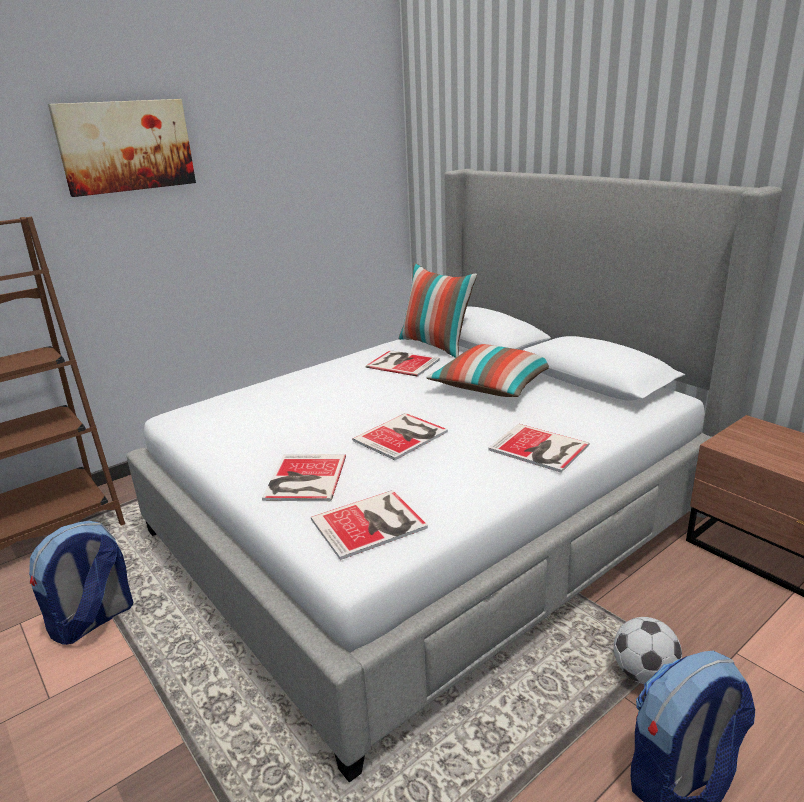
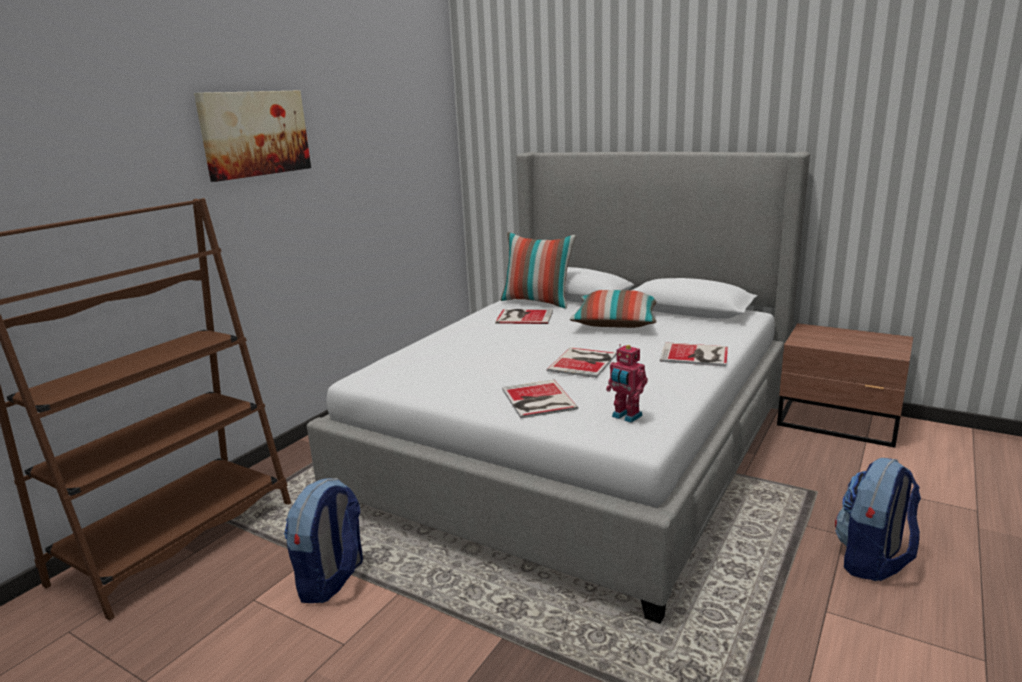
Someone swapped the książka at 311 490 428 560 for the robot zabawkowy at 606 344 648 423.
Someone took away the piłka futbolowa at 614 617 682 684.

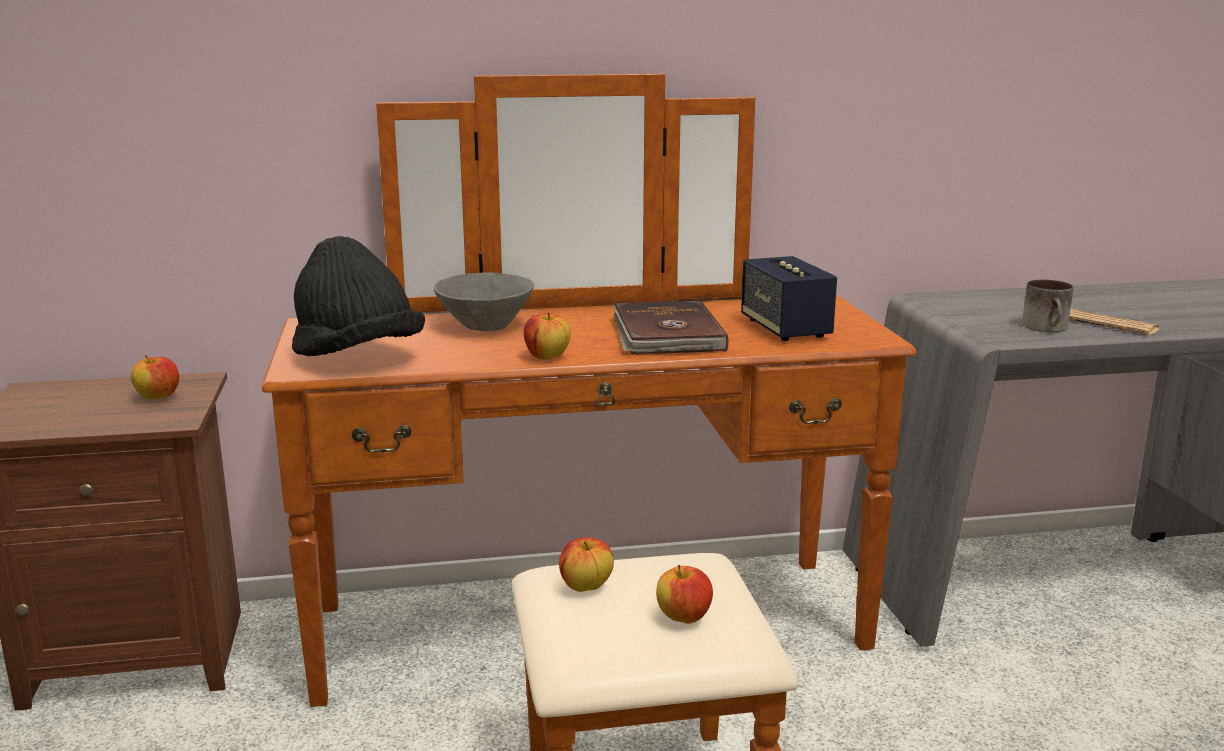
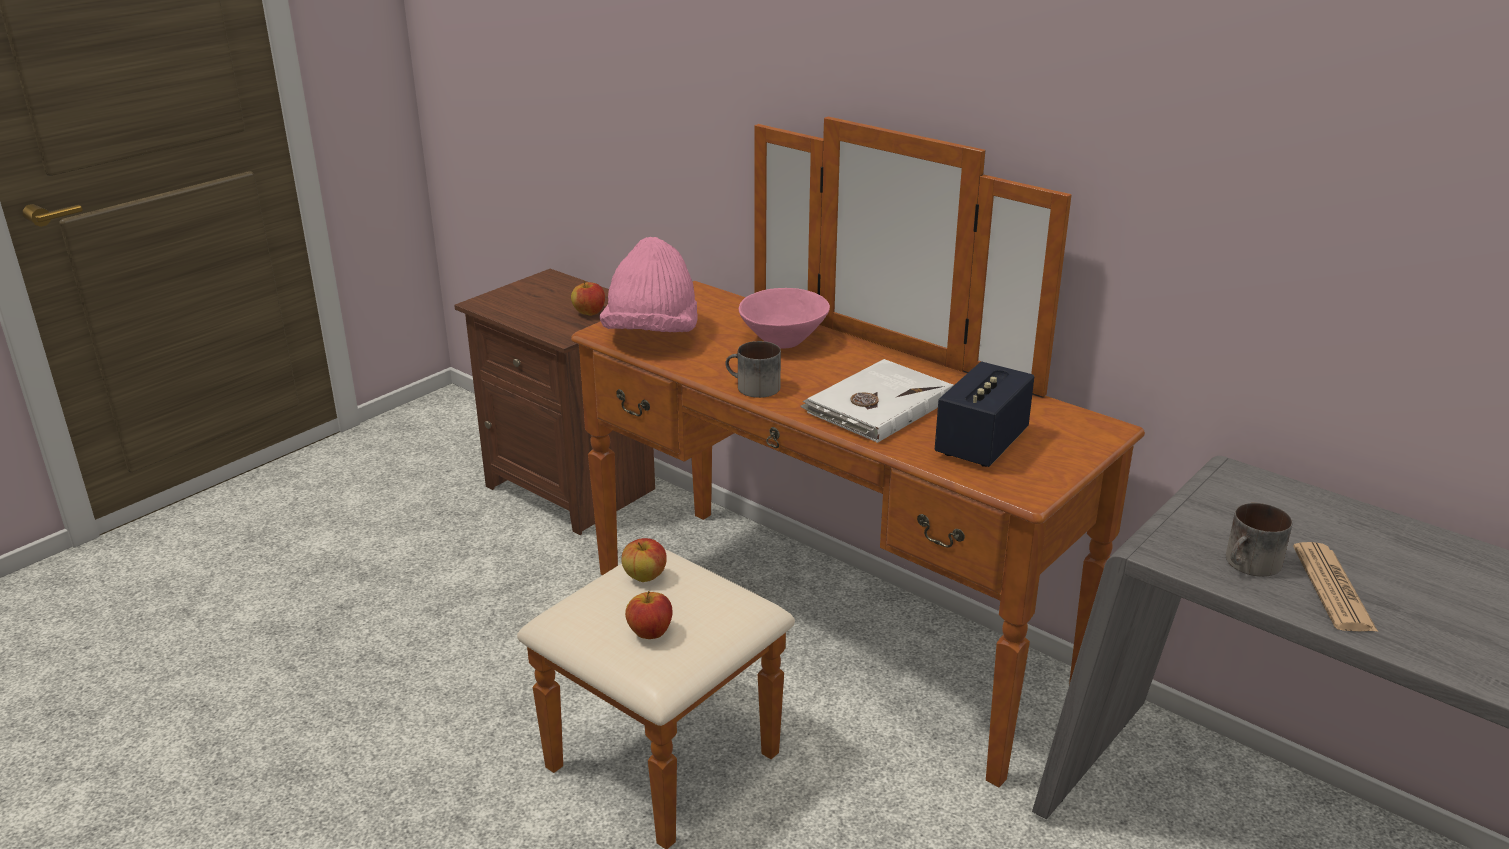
Someone repainted the kapelusz/czarny at 292 236 425 356, which became the kapelusz/różowy at 599 237 698 332.
Someone swapped the jabłko at 524 312 571 360 for the kubek at 725 341 781 398.
Someone repainted the miska/szary at 434 273 534 331, which became the miska/różowy at 739 288 830 348.
Someone repainted the książka/brązowy at 613 300 729 355, which became the książka/biały at 800 359 954 443.

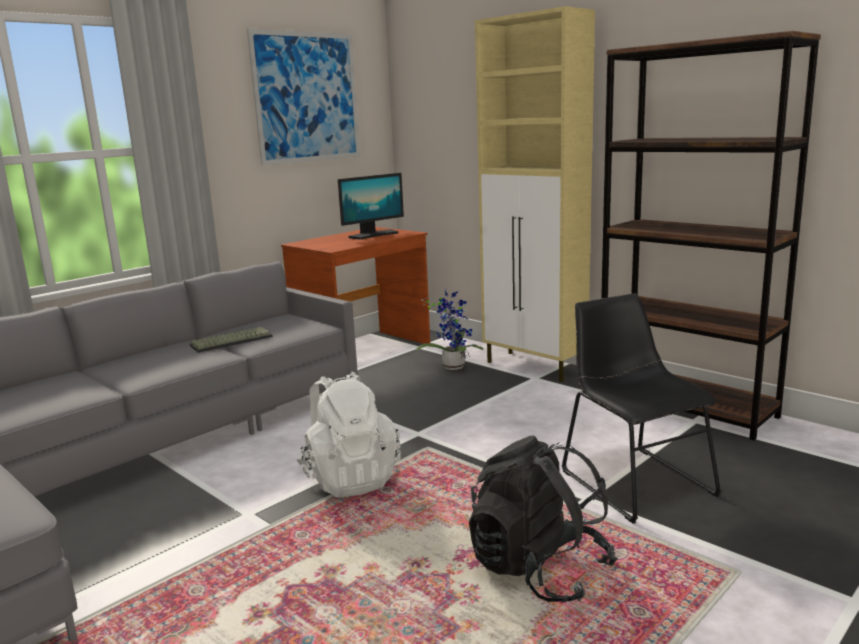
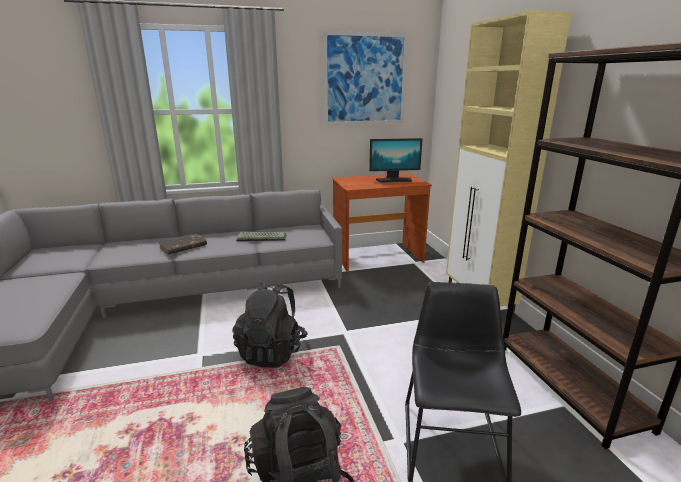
Someone put down the książka/brązowy at 159 233 207 255.
Someone repainted the plecak/biały at 296 372 401 497, which became the plecak/czarny at 232 282 308 368.
Someone took away the roślina doniczkowa at 416 289 483 370.

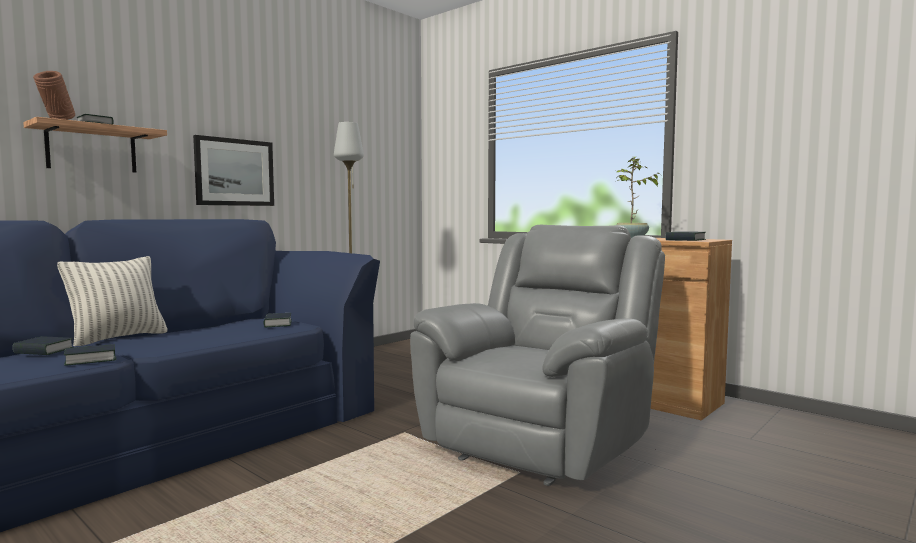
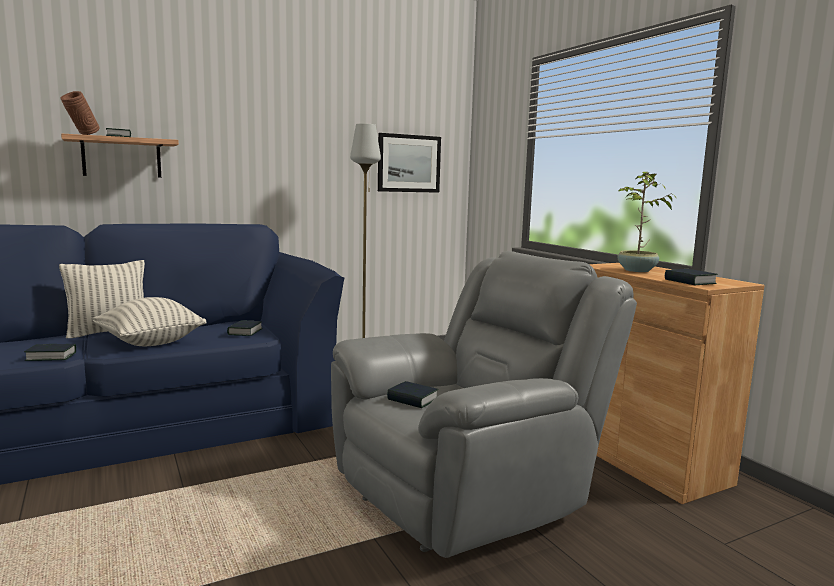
Someone put down the poduszka at 92 297 207 346.
Someone carried the obraz from 193 135 274 206 to 378 133 441 193.
Someone carried the książka from 13 336 74 355 to 387 381 438 408.

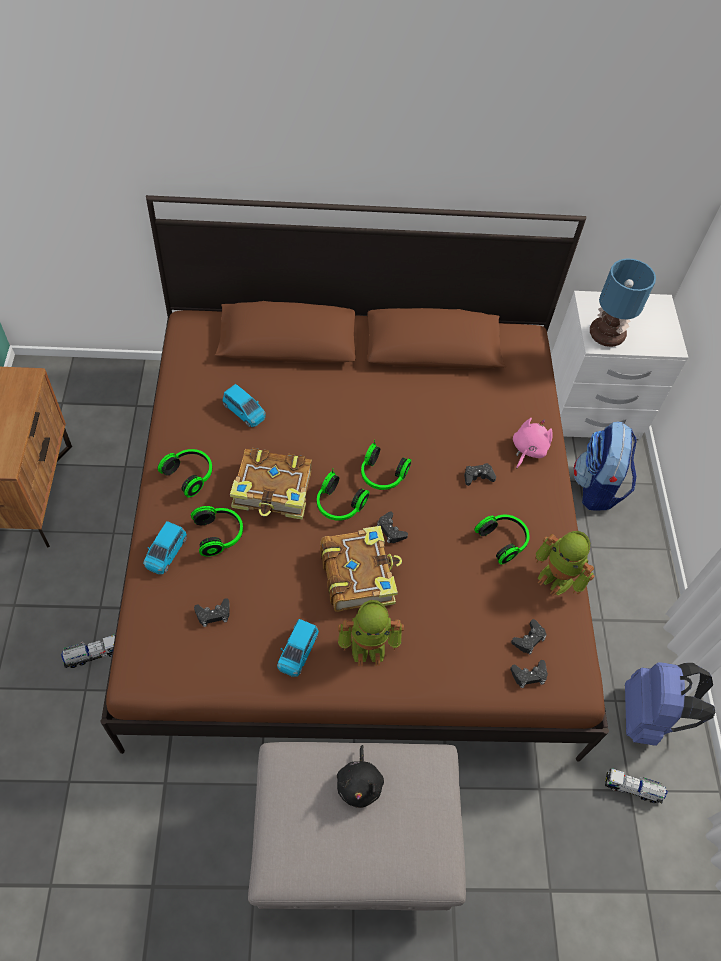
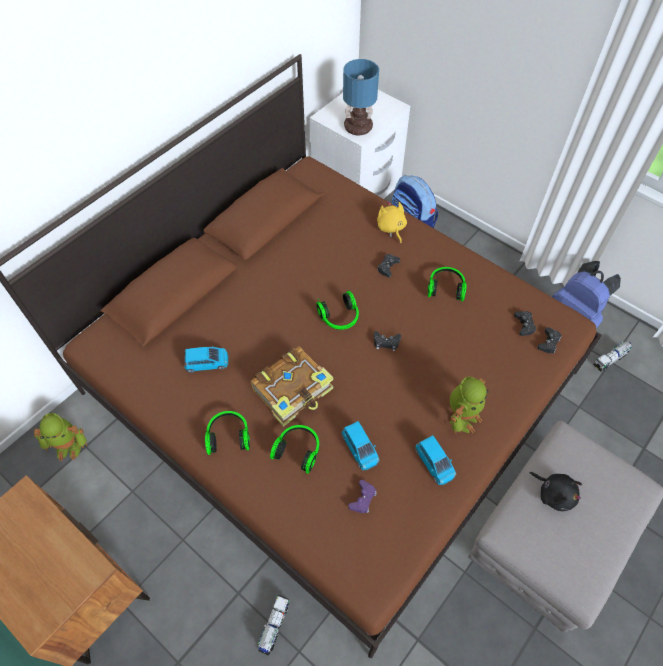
Someone carried the robot zabawkowy from 535 531 595 596 to 34 413 87 461.
Someone carried the samochodzik/niebieski from 143 521 187 574 to 342 421 380 470.
Someone repainted the pad do gier/czarny at 194 598 229 627, which became the pad do gier/fioletowy at 348 480 377 513.
Someone repainted the pluszak/różowy at 513 418 552 469, which became the pluszak/żółty at 377 201 407 244.
Someone took away the słuchawki at 317 469 370 521.
Someone took away the książka at 320 526 402 612.

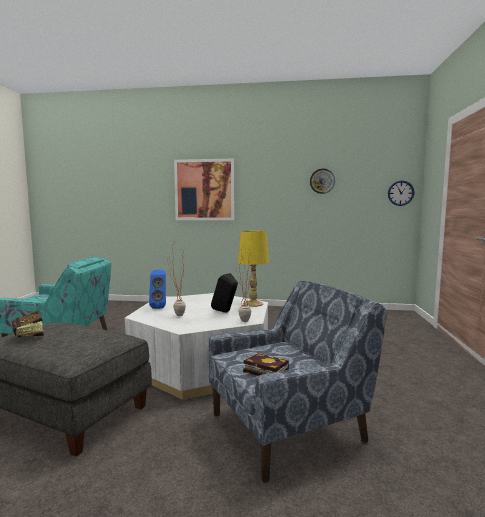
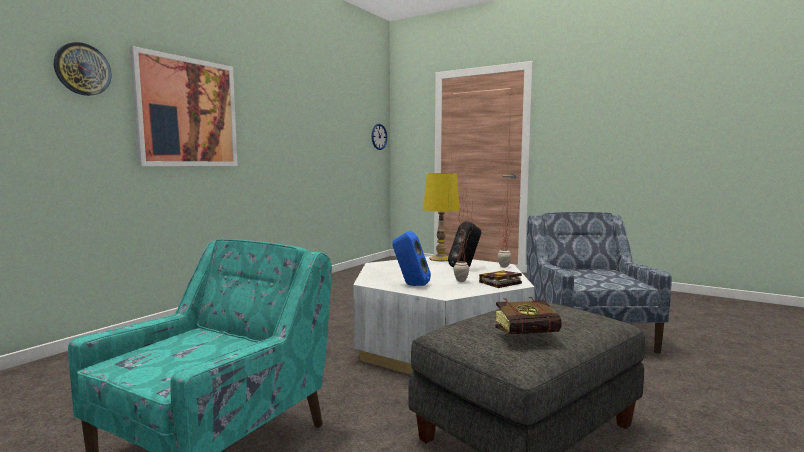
Someone carried the zegar ścienny from 310 169 335 194 to 54 42 112 96.
Someone carried the książka from 243 353 289 376 to 479 270 522 288.

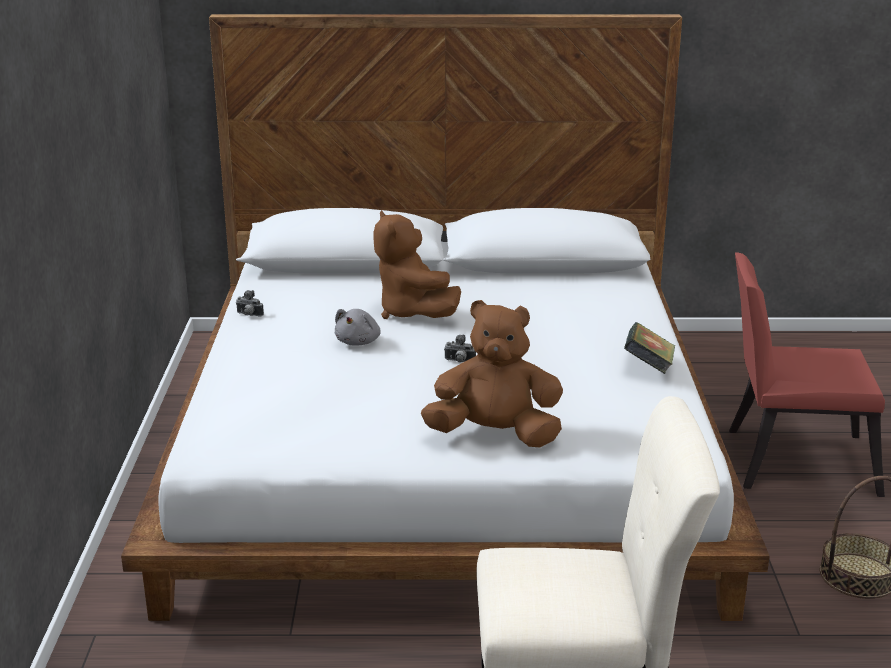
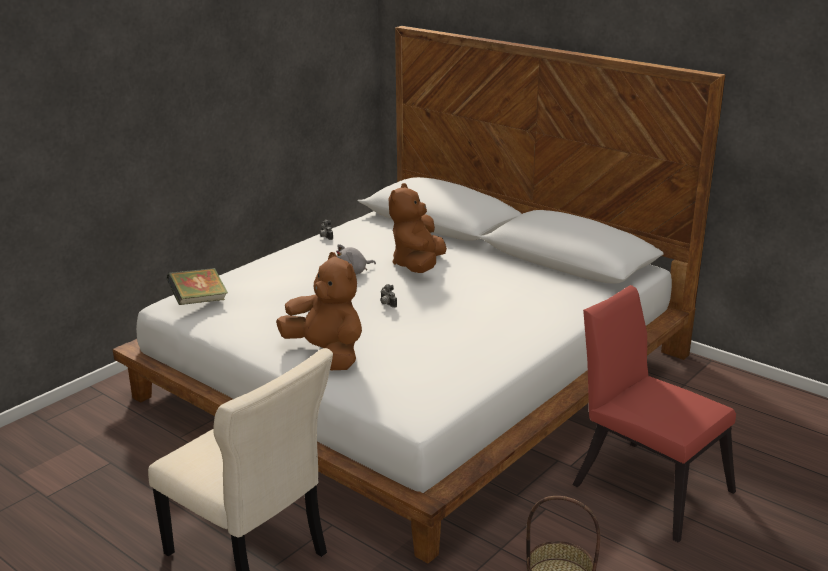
Someone carried the książka from 624 322 675 374 to 166 268 228 305.

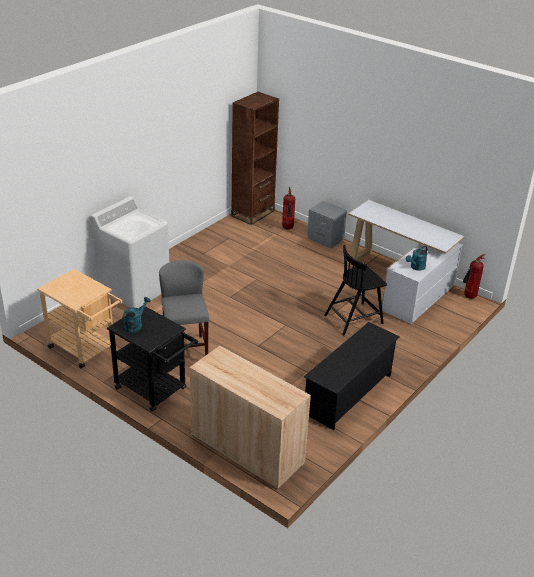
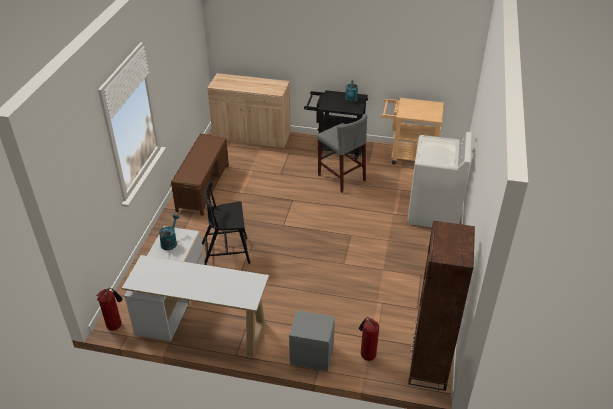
Someone swapped the regał na buty/czarny at 304 322 400 430 for the ławka/brązowy at 170 134 229 216.
Someone rotated the krzesło/czarny at 324 245 387 336 by 135 degrees counterclockwise.

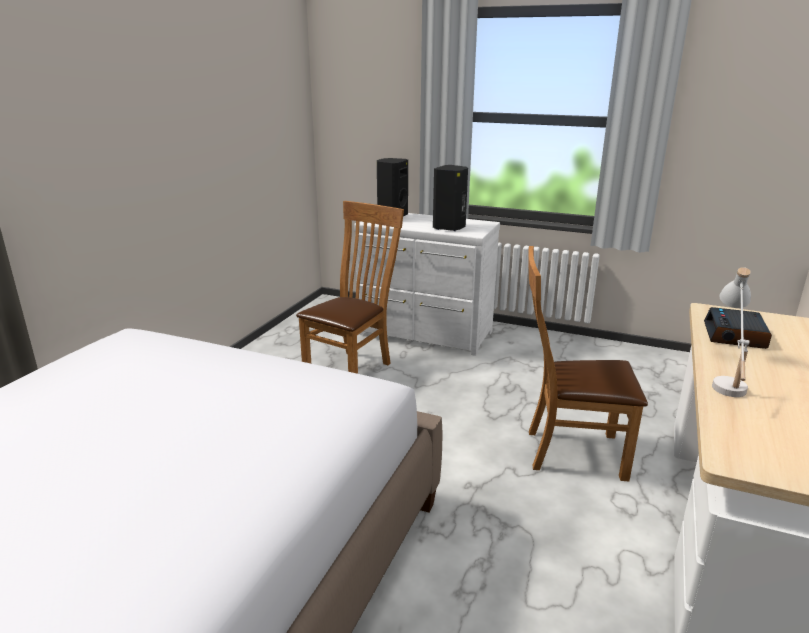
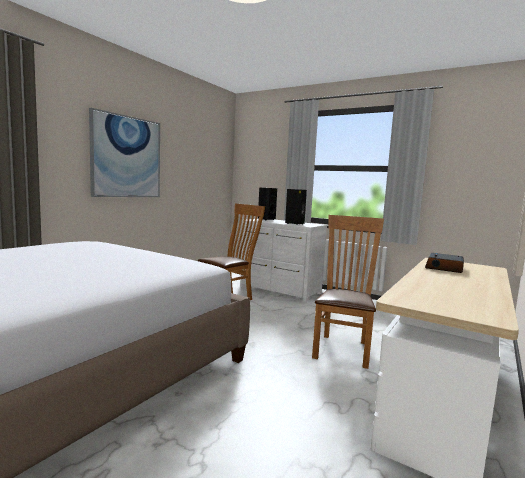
Someone put up the obraz at 89 108 160 197.
Someone rotated the krzesło/brązowy at 528 246 648 482 by 90 degrees clockwise.
Someone took away the lampa stołowa/biały at 712 267 751 397.

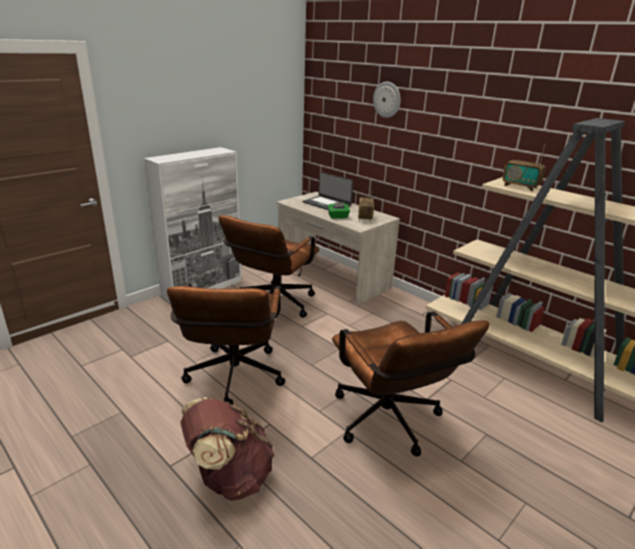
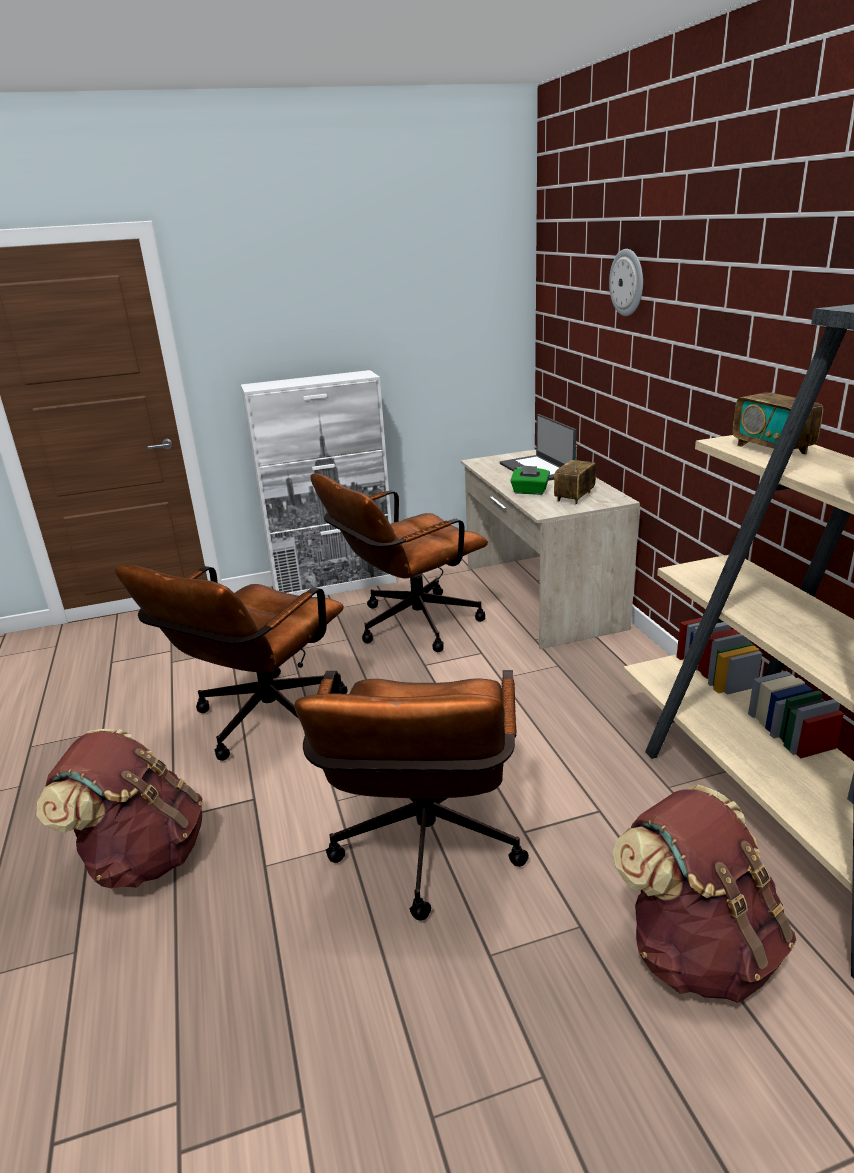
Someone put down the plecak/brązowy at 613 785 796 1003.

